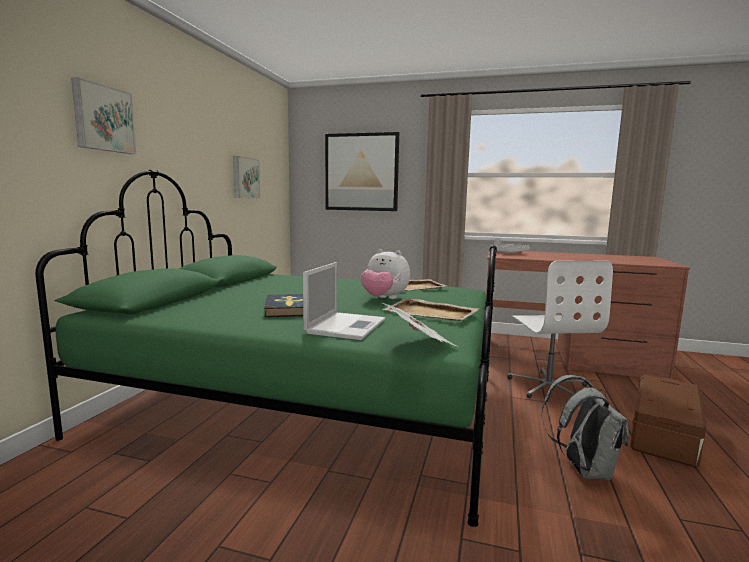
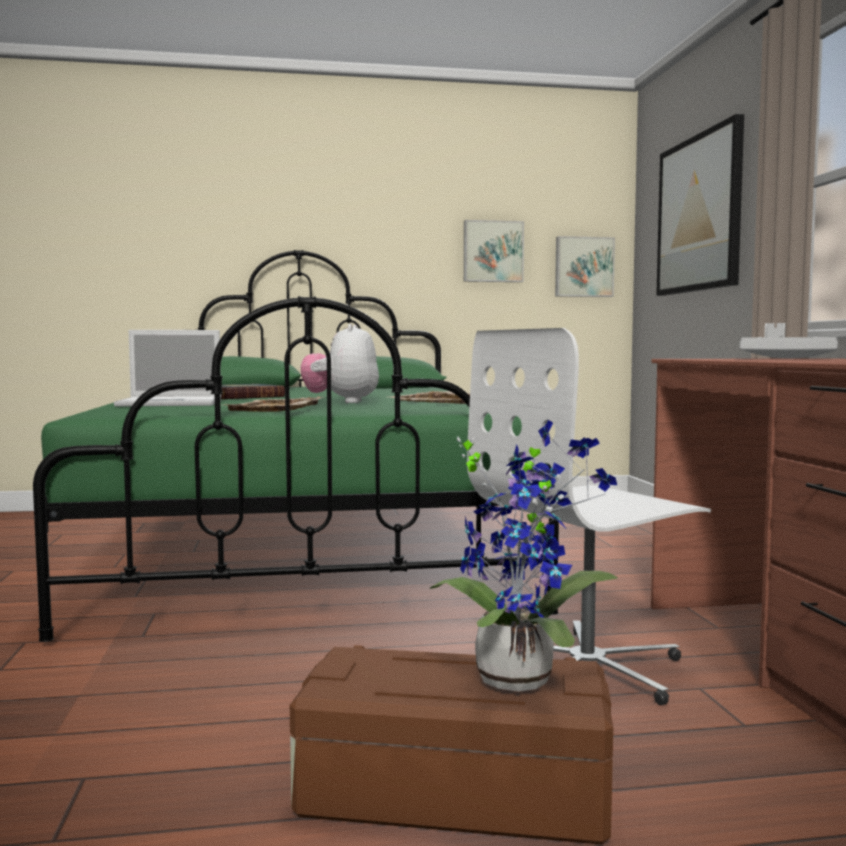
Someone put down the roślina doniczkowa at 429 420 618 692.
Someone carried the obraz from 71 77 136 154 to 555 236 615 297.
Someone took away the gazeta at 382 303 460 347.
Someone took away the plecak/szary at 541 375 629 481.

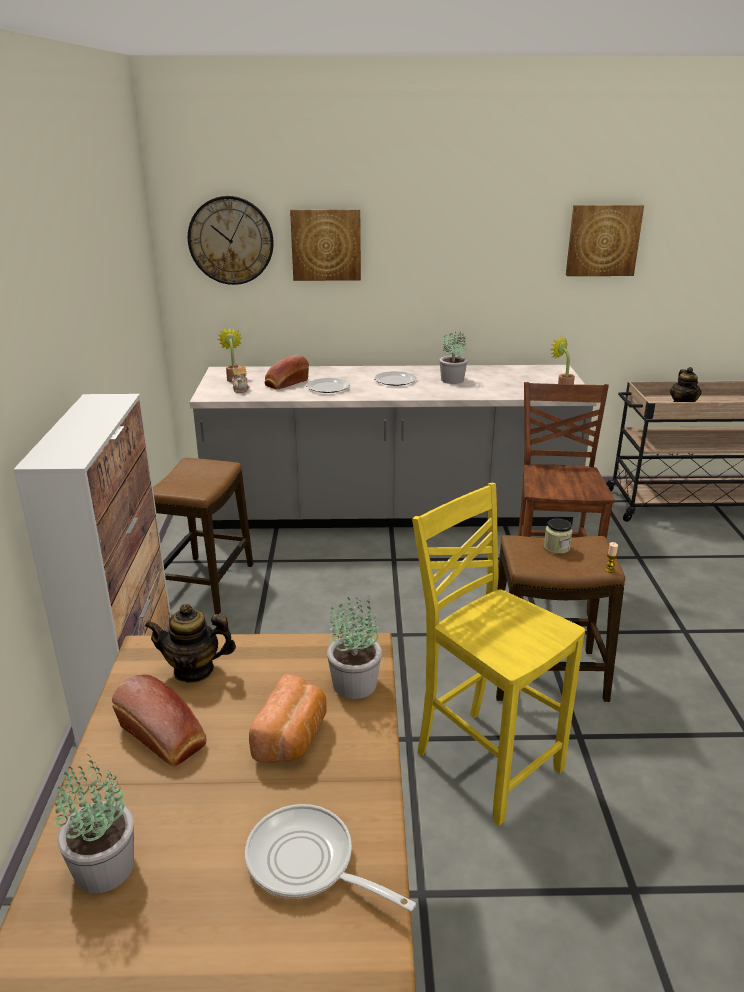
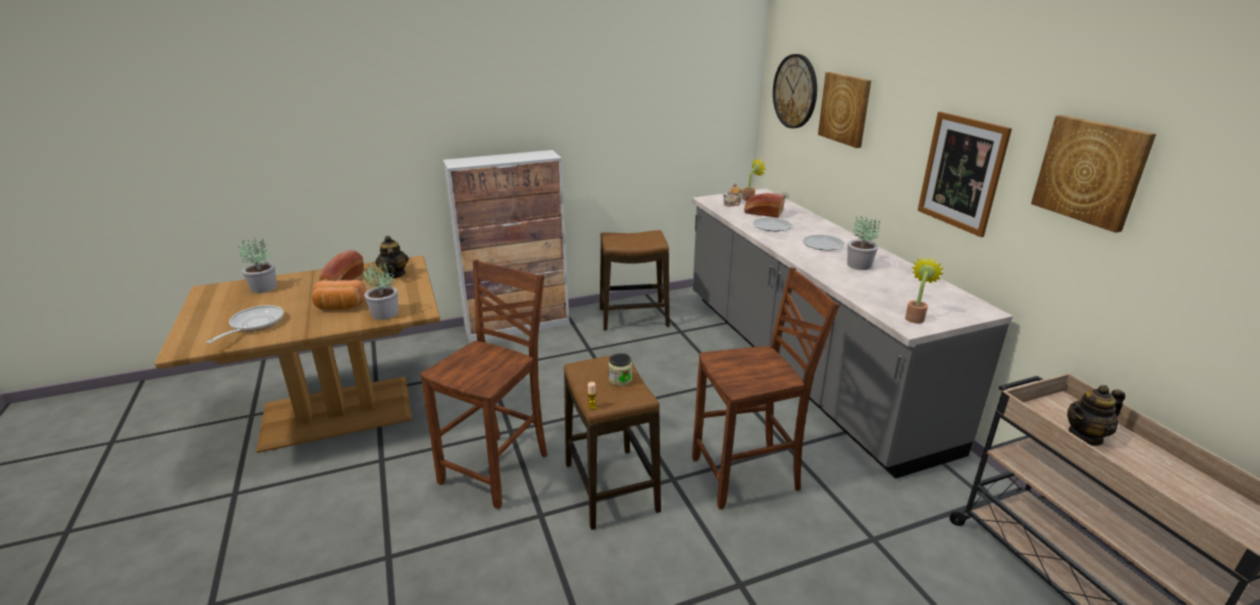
Someone repainted the krzesło/żółty at 412 483 585 826, which became the krzesło/brązowy at 420 259 547 509.
Someone put up the obraz at 918 112 1012 237.

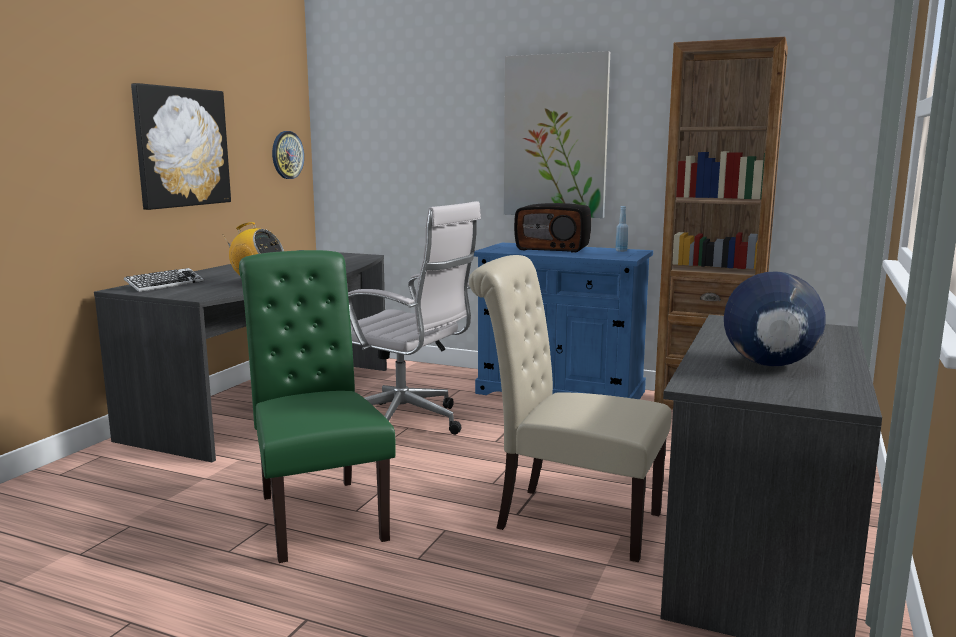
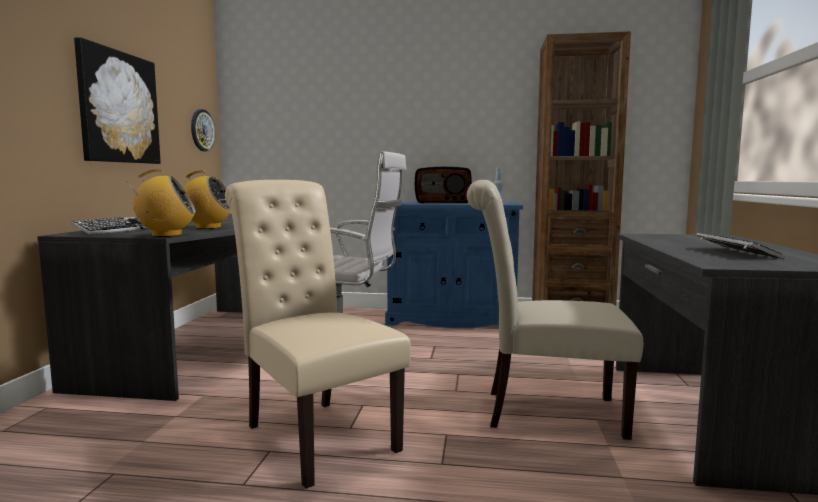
Someone put down the radio at 126 169 196 237.
Someone repainted the krzesło/zielony at 239 250 396 563, which became the krzesło/beżowy at 225 180 411 489.
Someone swapped the globus at 724 271 826 366 for the klawiatura at 696 233 785 259.
Someone took away the obraz at 504 51 610 218.

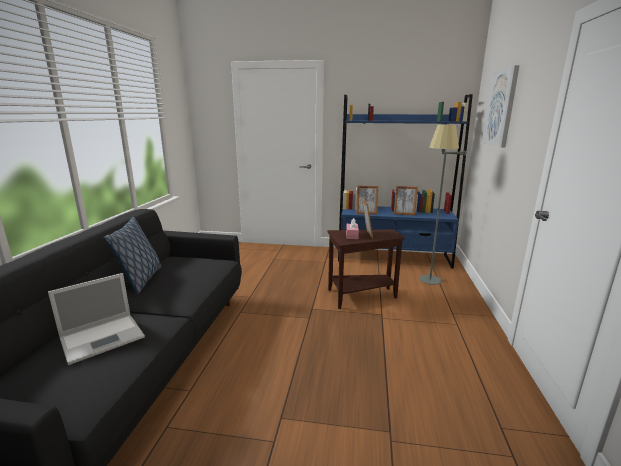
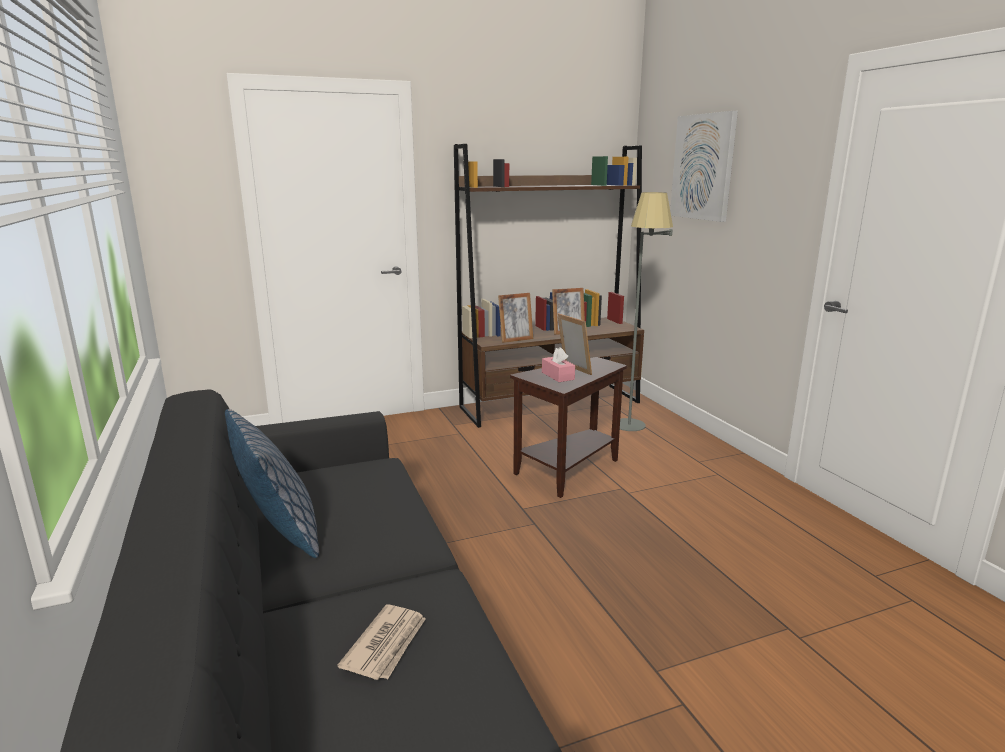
Someone swapped the laptop at 48 273 145 365 for the gazeta at 338 604 426 680.
Someone repainted the regał/niebieski at 338 94 473 269, which became the regał/brązowy at 454 144 644 428.

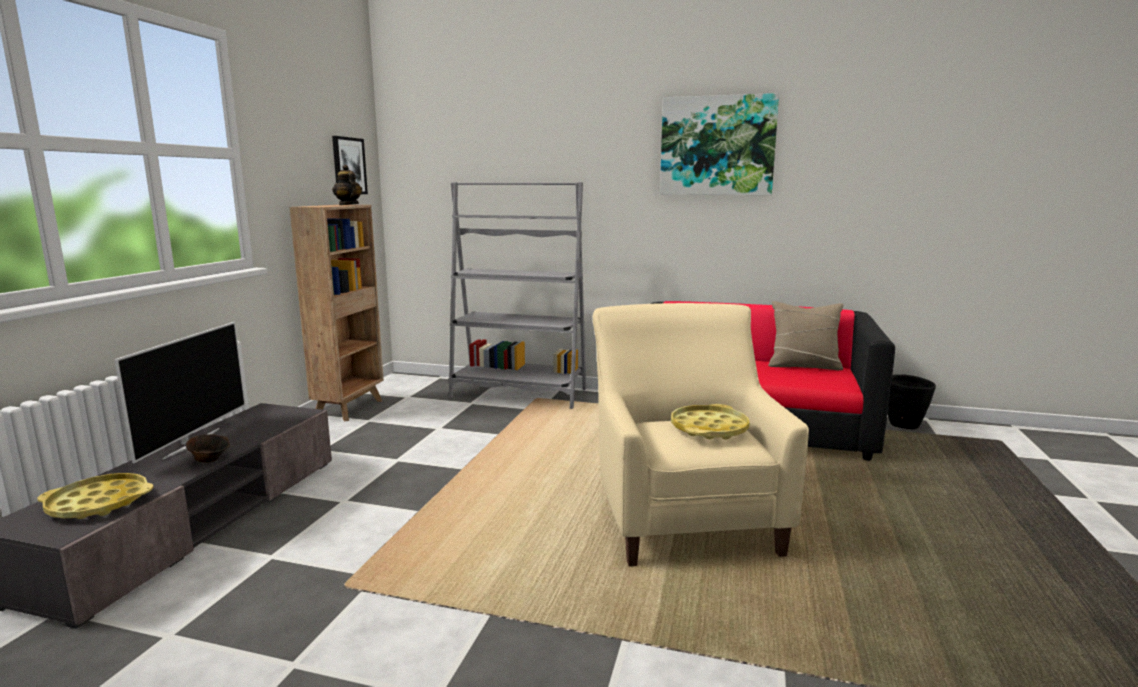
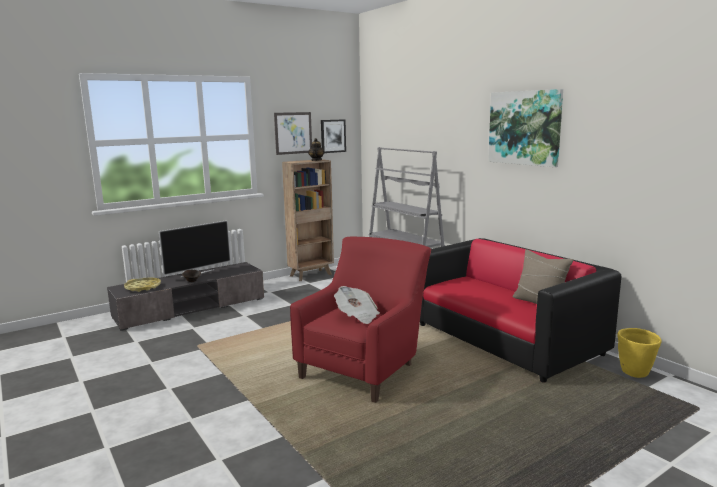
Someone put up the obraz at 274 112 312 155.
Someone repainted the fotel/beżowy at 593 303 809 566, which became the fotel/czerwony at 290 237 431 403.
Someone swapped the taca/żółty at 671 404 750 439 for the gazeta at 334 286 380 324.
Someone repainted the donica/czarny at 888 374 936 429, which became the donica/żółty at 618 328 662 378.

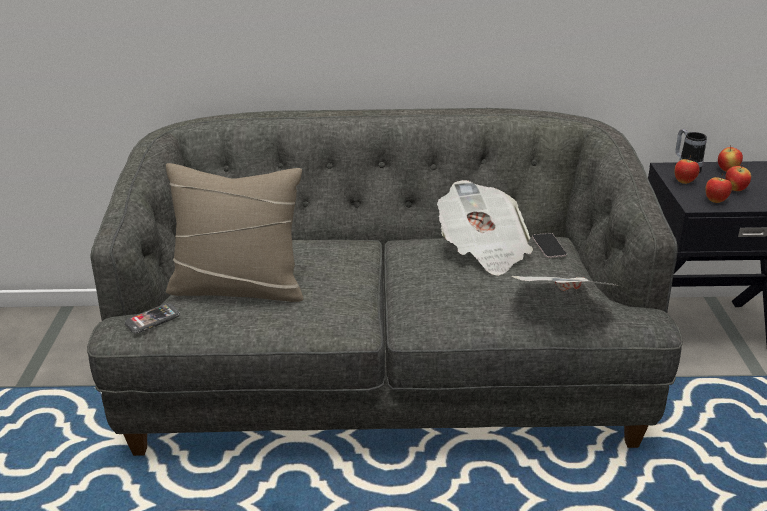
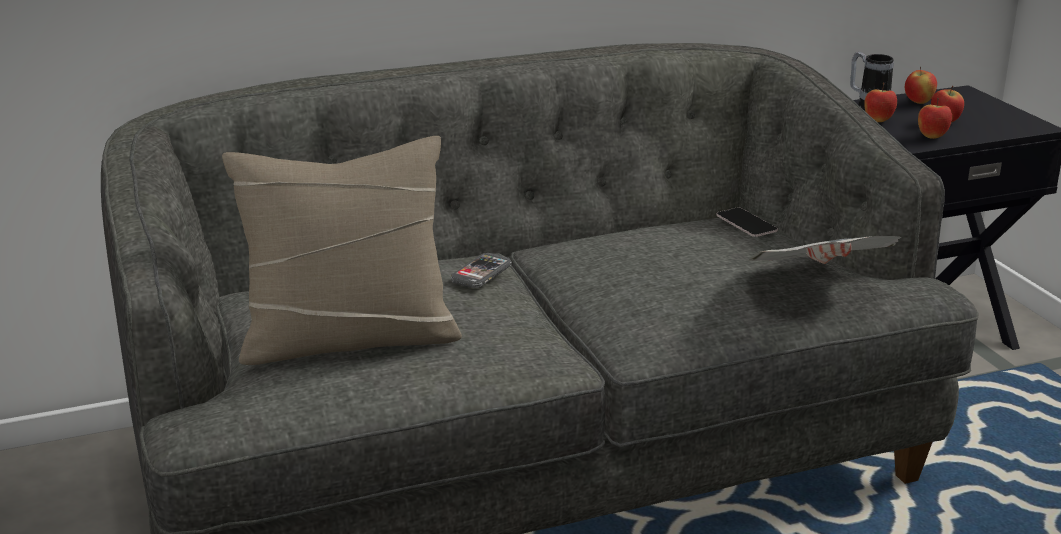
Someone carried the telefon from 125 303 180 334 to 450 253 512 288.
Someone took away the gazeta at 437 180 533 276.

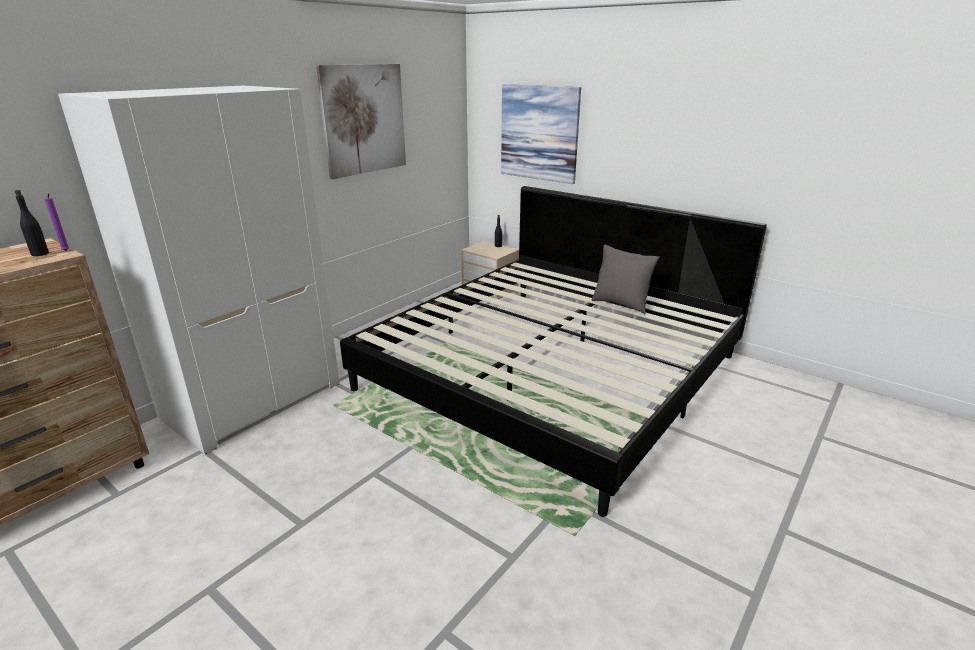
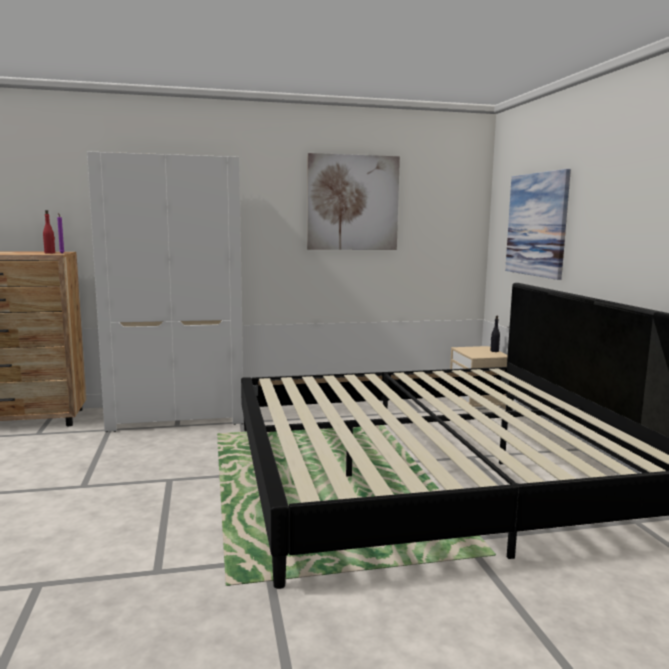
Someone repainted the butelka/czarny at 15 190 49 256, which became the butelka/czerwony at 43 210 55 254.
Someone took away the poduszka/szary at 592 245 660 314.

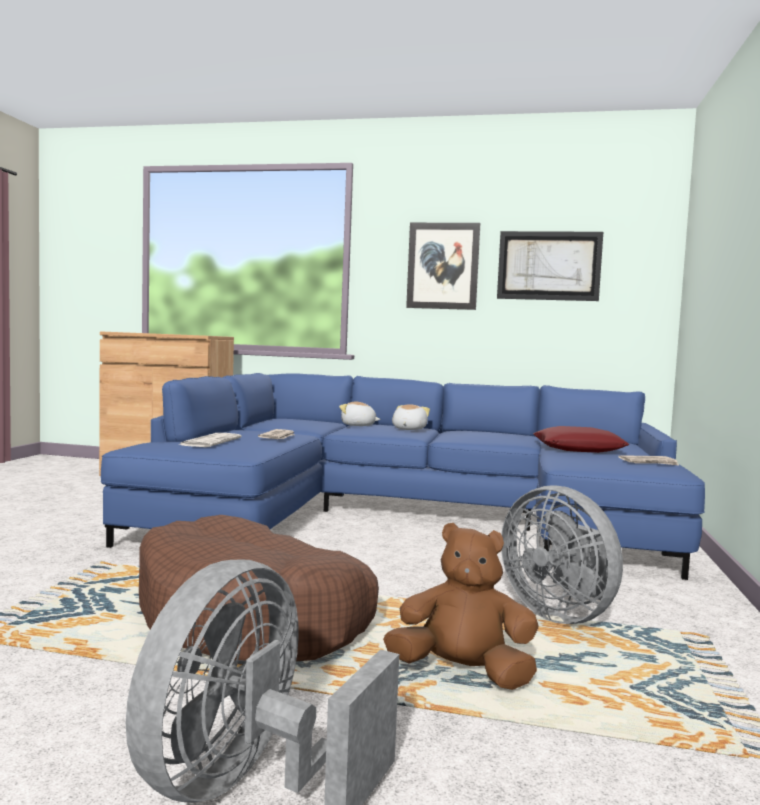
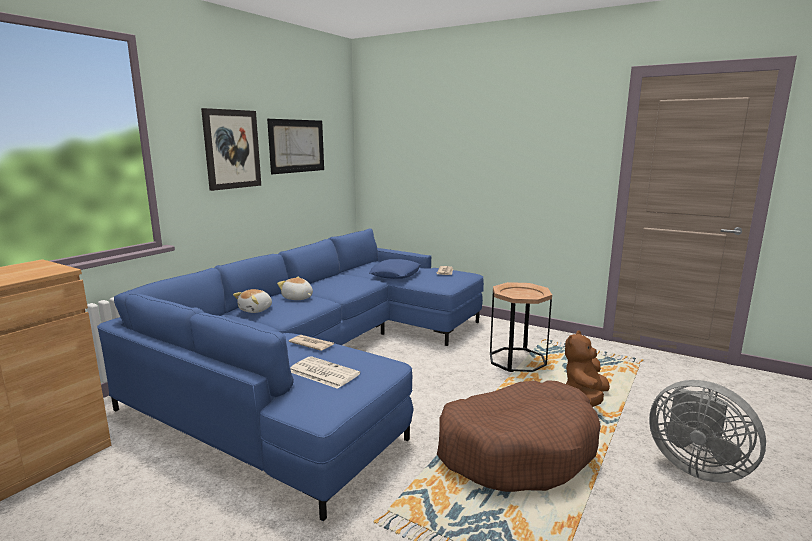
Someone repainted the poduszka/czerwony at 533 426 629 453, which became the poduszka/niebieski at 369 259 420 279.
Someone swapped the wentylator/szary at 501 485 623 624 for the stolik/brązowy at 490 282 552 372.

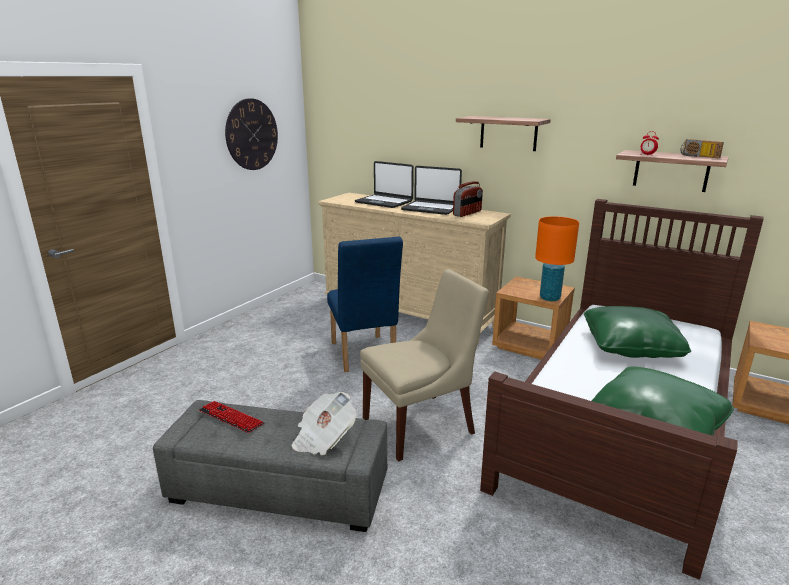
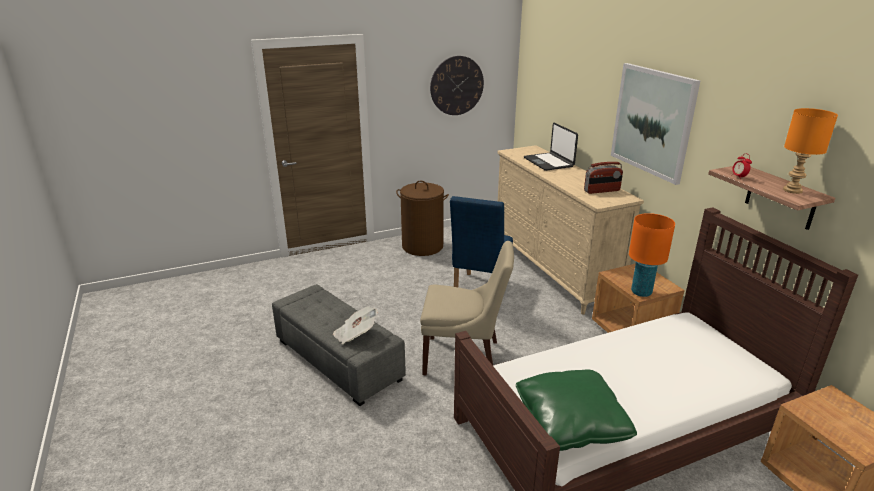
Someone put down the kosz na pranie/brązowy at 396 181 449 256.
Someone swapped the półka at 456 116 551 151 for the obraz at 611 63 700 185.
Someone swapped the radio at 680 139 724 158 for the lampa stołowa/pomarańczowy at 783 108 838 194.
Someone took away the klawiatura at 199 401 264 433.
Someone took away the laptop at 401 166 462 215.
Someone took away the poduszka/zielony at 584 306 691 358.

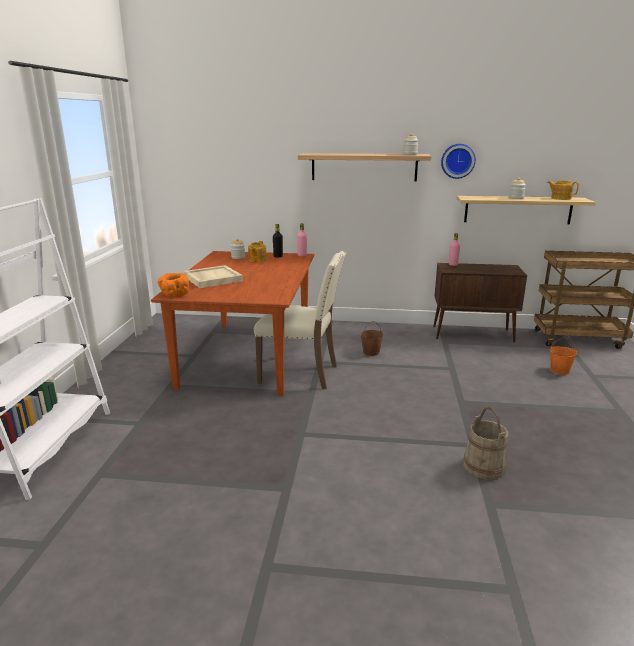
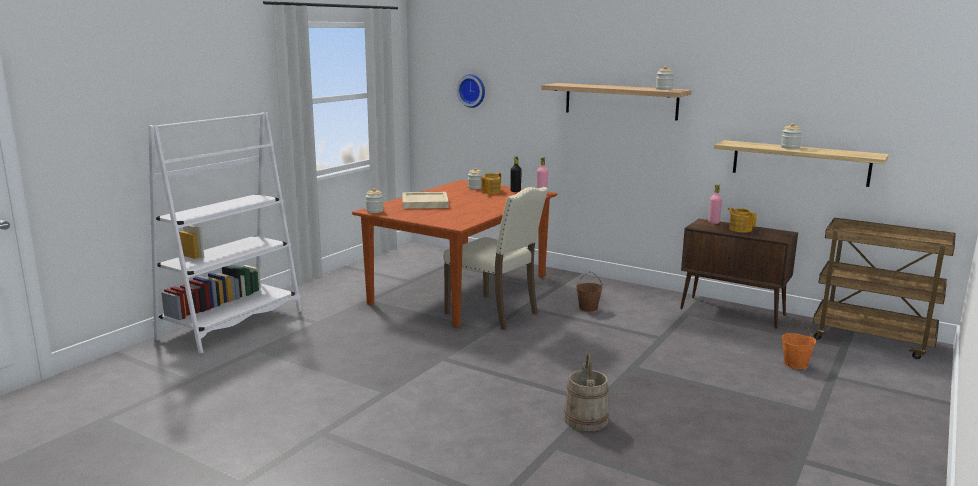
Someone swapped the miska/pomarańczowy at 158 273 189 297 for the słoik at 366 188 383 213.
Someone carried the zegar ścienny from 441 144 476 179 to 457 74 485 108.
Someone carried the imbryk from 547 181 579 200 to 728 207 757 233.

